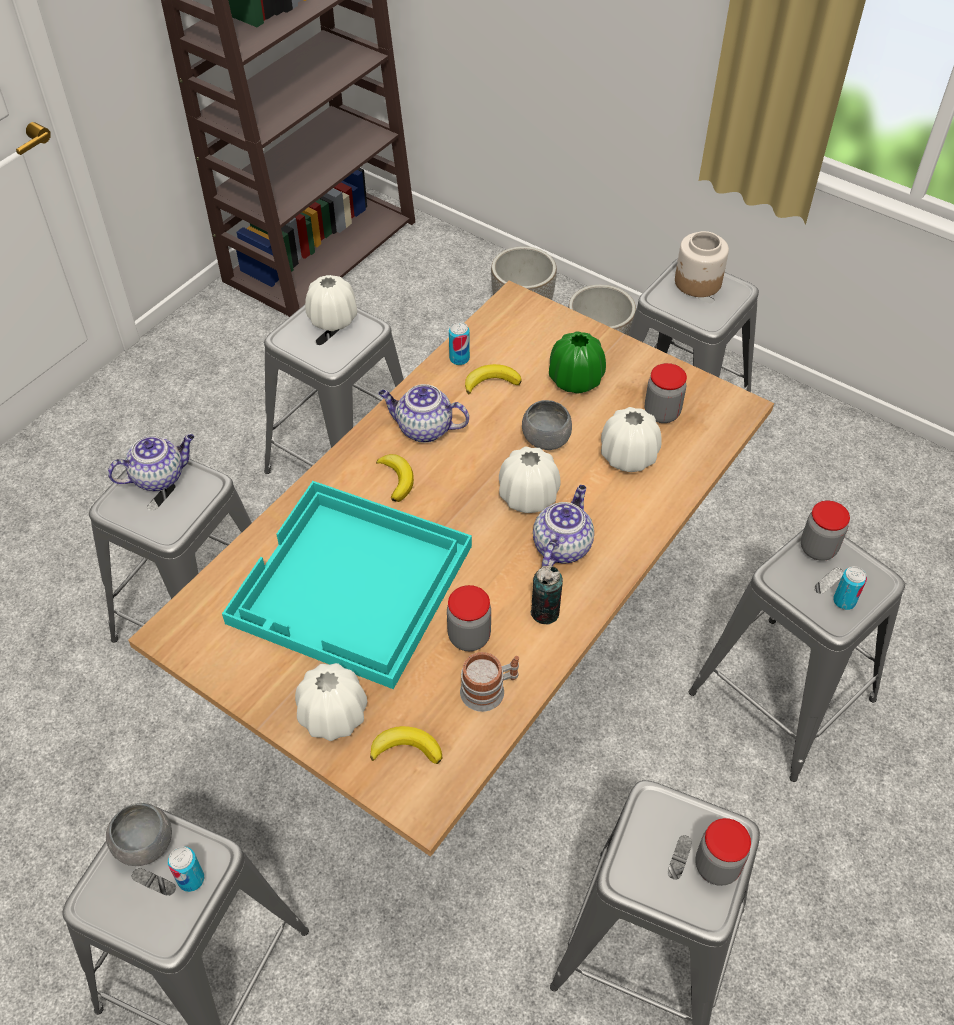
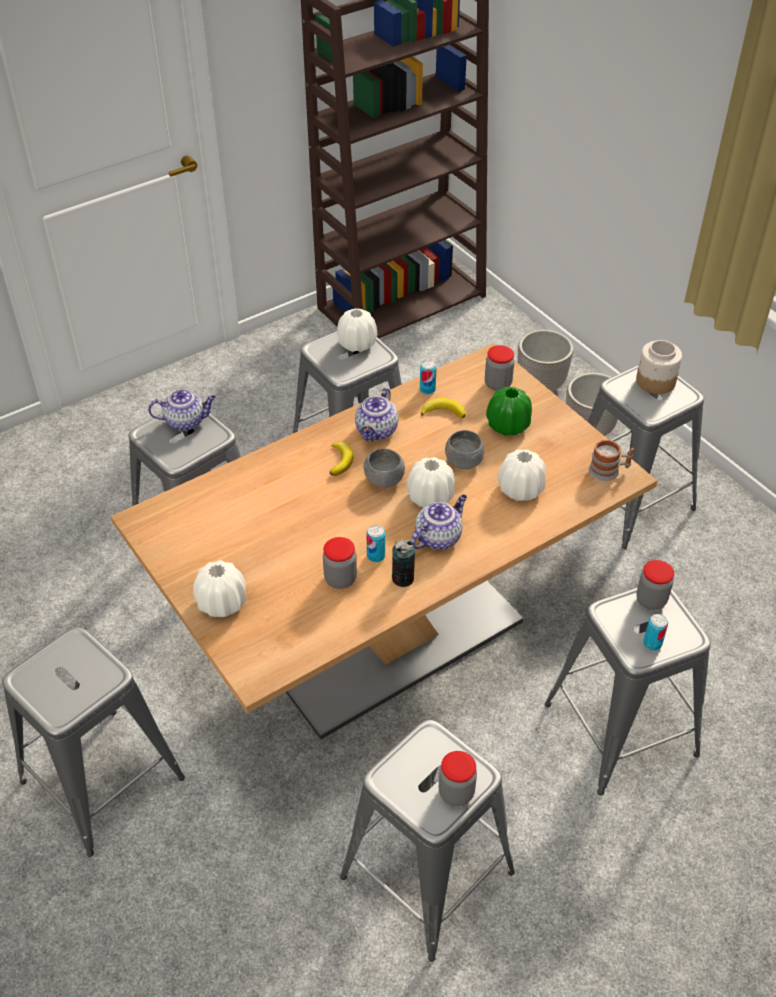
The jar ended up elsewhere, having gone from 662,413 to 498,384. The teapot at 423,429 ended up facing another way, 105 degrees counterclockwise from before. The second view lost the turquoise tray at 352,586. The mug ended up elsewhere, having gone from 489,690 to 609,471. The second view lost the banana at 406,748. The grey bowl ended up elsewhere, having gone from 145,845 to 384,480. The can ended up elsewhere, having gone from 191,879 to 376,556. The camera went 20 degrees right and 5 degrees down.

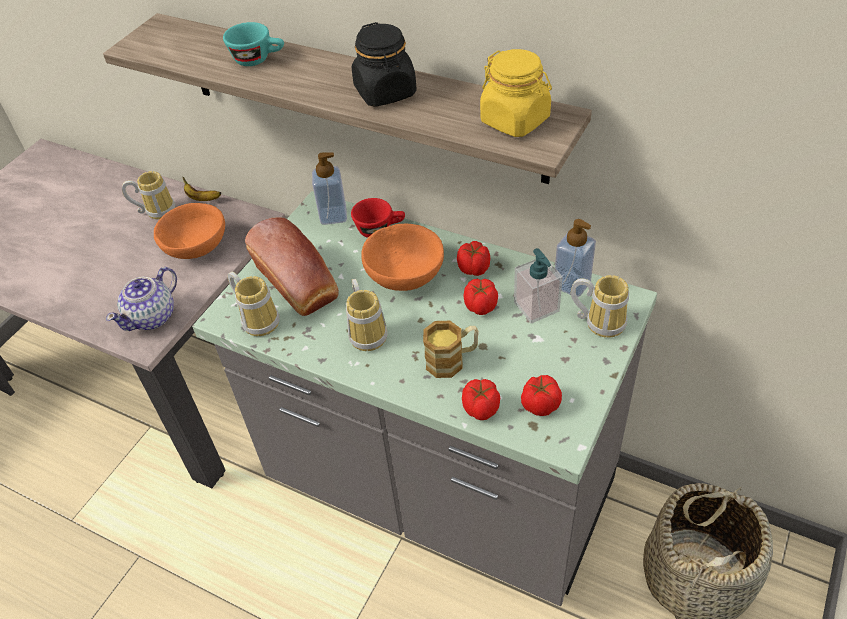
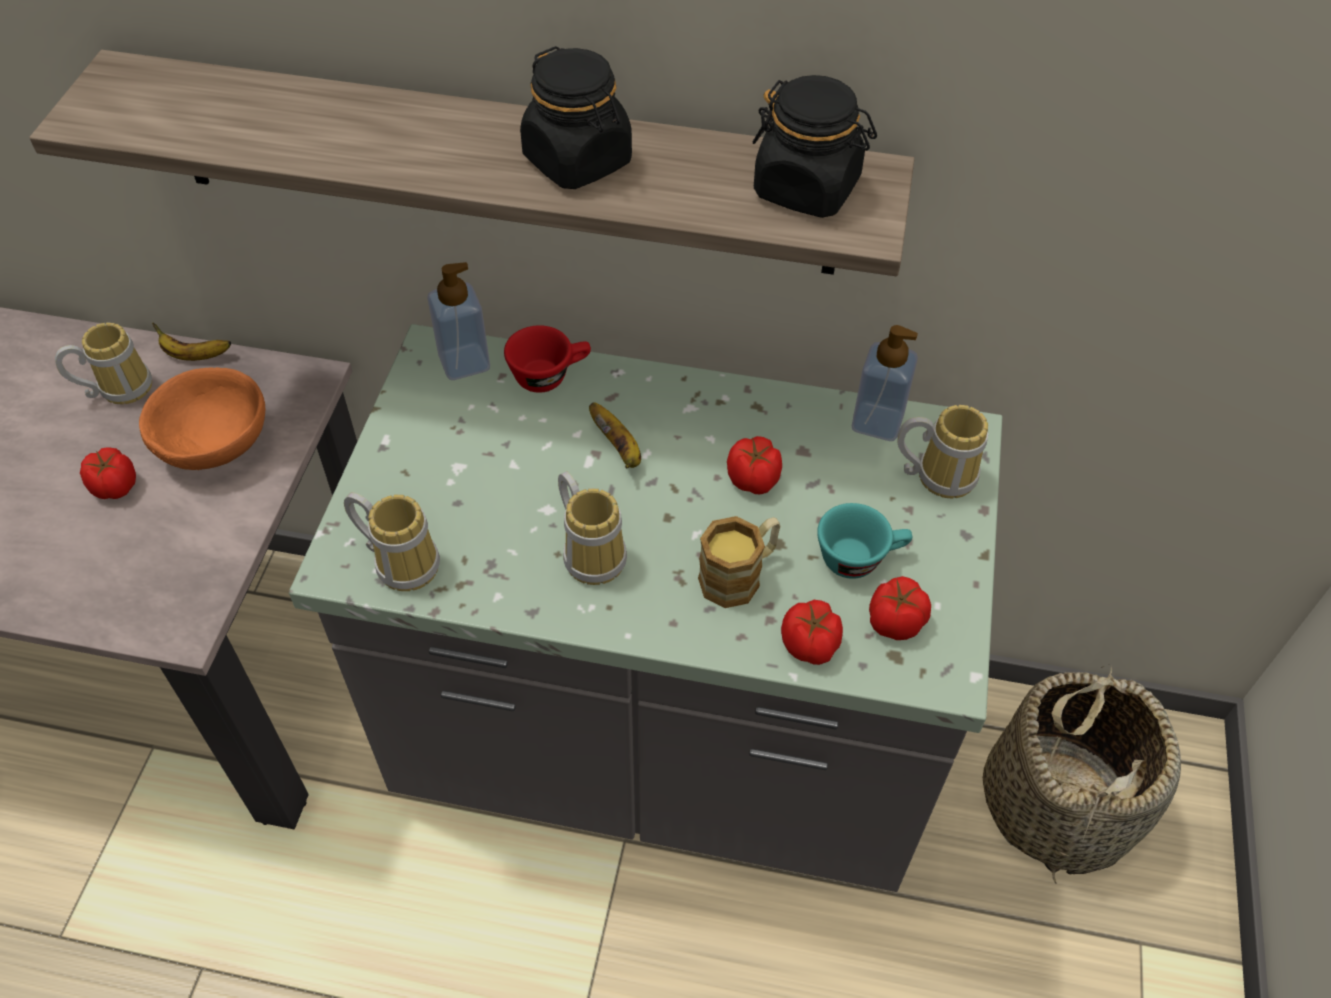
The turquoise cup ended up elsewhere, having gone from 258,59 to 860,557. What was the yellow jar at 515,120 turned into the black jar at 807,188. The second view lost the bread at 298,284. Where the orange bowl stood at 405,276, the banana came to stand at 618,448. The tomato ended up elsewhere, having gone from 474,269 to 115,487. The second view lost the soap dispenser at 536,307. The second view lost the teapot at 153,317. The camera went 20 degrees left and 5 degrees up.

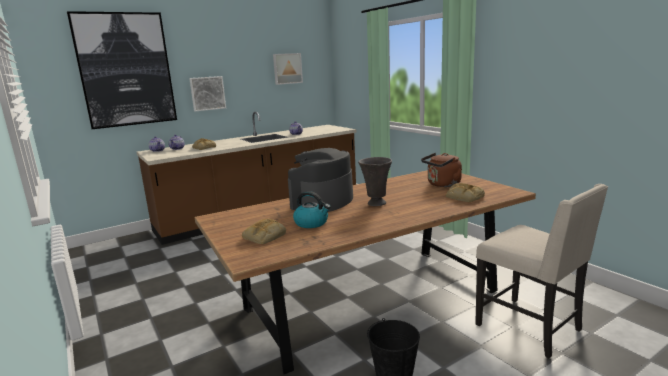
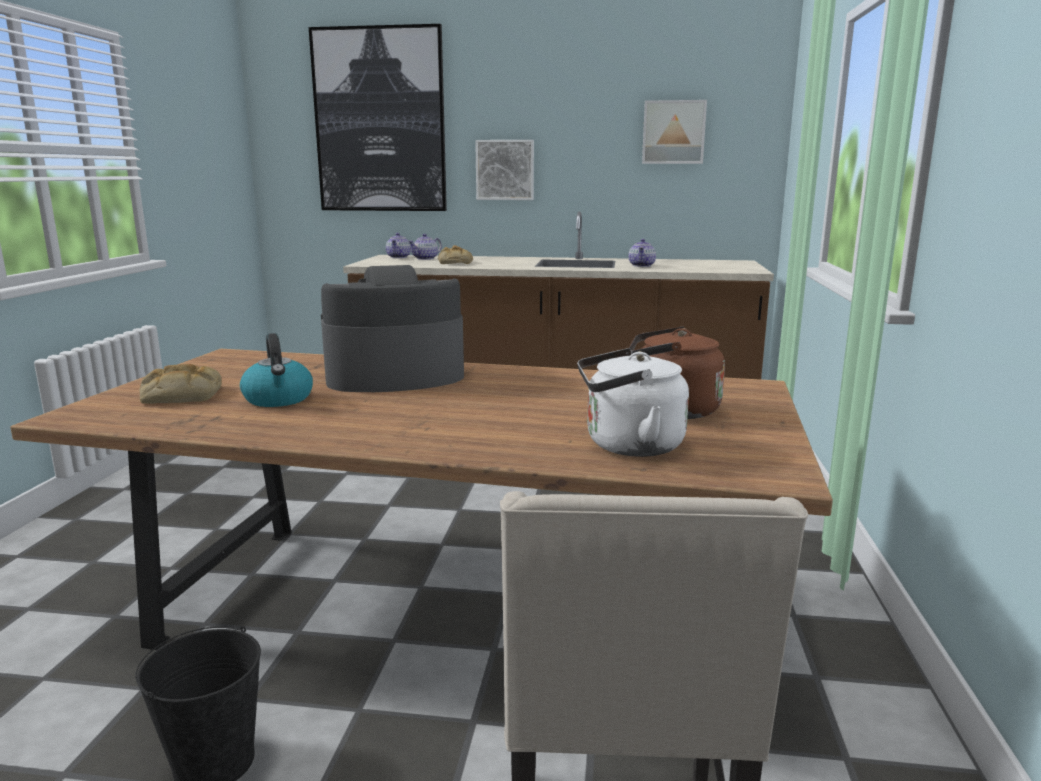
The second view lost the grey vase at 376,203. Where the bread stood at 464,197, the white kettle came to stand at 628,446. The camera went 40 degrees right and 0 degrees up.

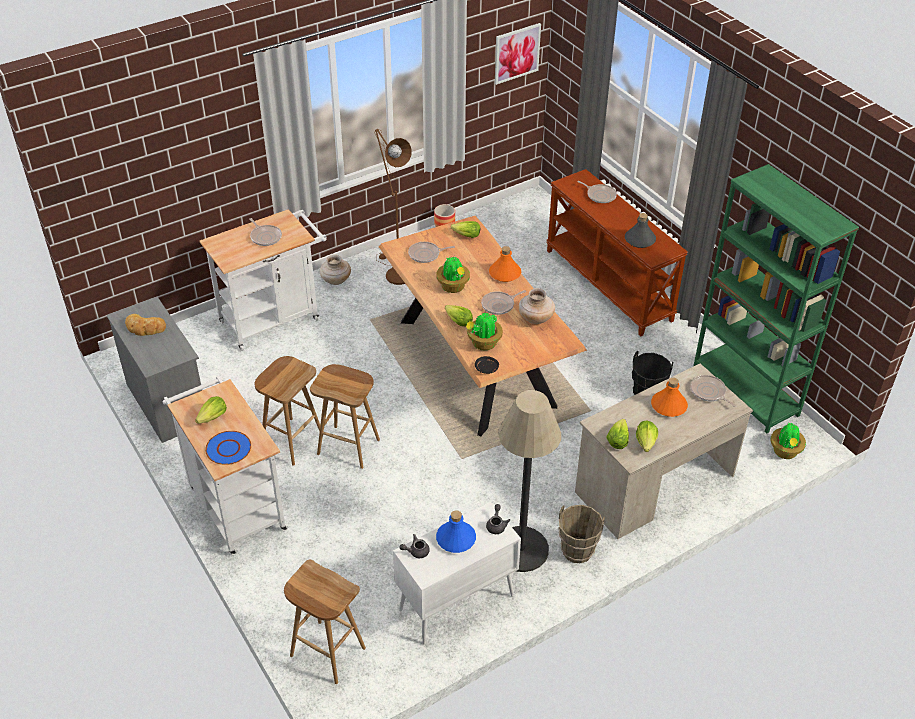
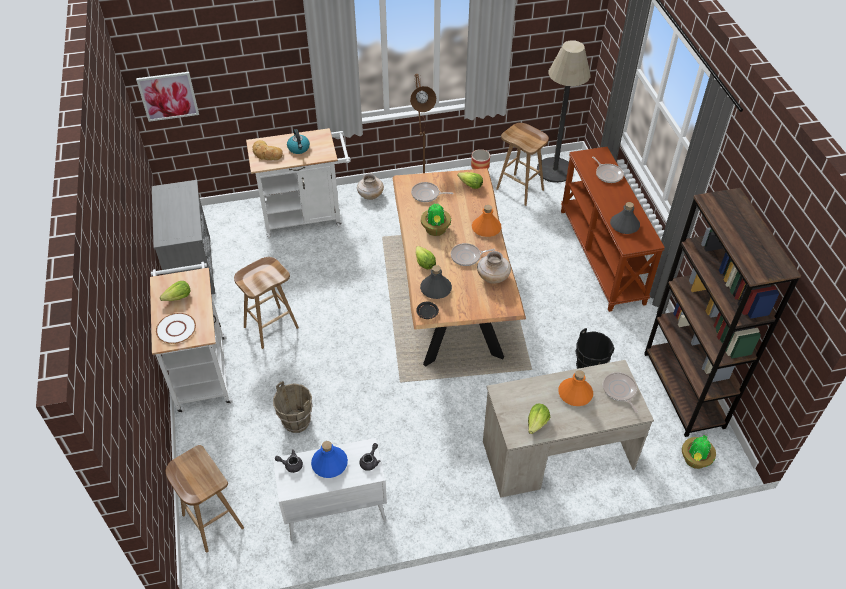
The picture ended up elsewhere, having gone from 517,53 to 168,96. What was the green bookcase at 745,391 turned into the brown bookcase at 683,390. Where the frying pan stood at 265,237, the kettle came to stand at 299,148. Where the potted plant stood at 483,343, the grey bottle came to stand at 435,289. The bread ended up elsewhere, having gone from 145,328 to 266,153. The brown stool ended up elsewhere, having gone from 349,446 to 520,189. The floor lamp ended up elsewhere, having gone from 521,549 to 555,170. The second view lost the lettuce at 617,440. What was the blue plate at 229,449 turned into the white plate at 176,329. The brown bucket ended up elsewhere, having gone from 577,551 to 296,422. The camera went 20 degrees right and 5 degrees up.

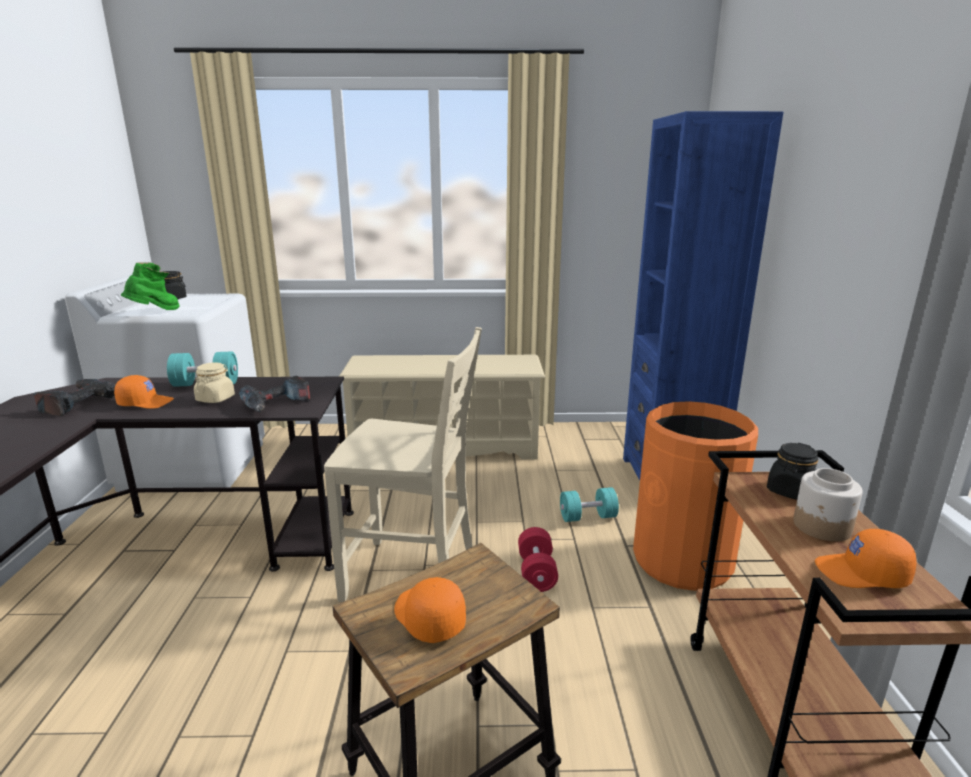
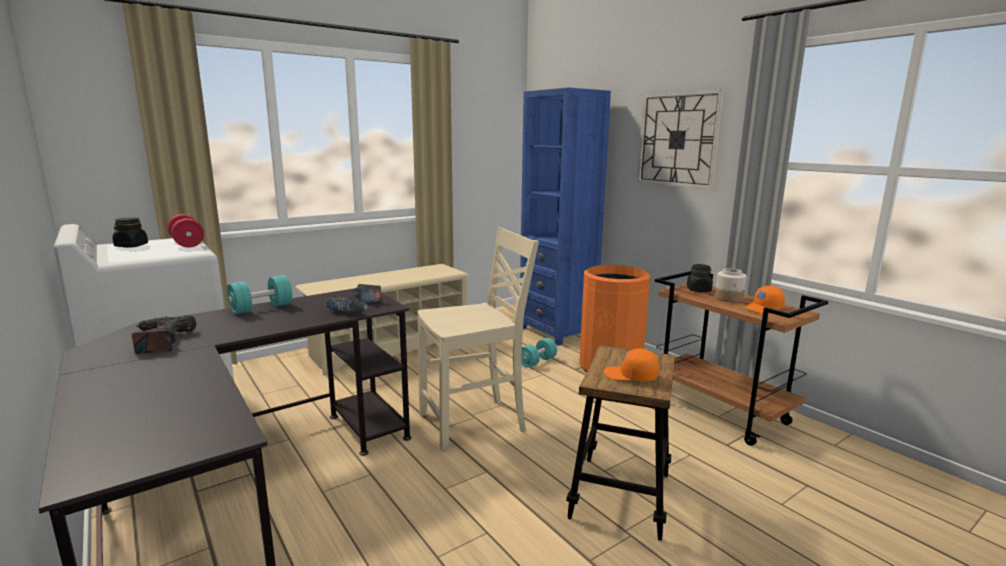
The second view lost the green boot at 156,313. The second view lost the beige jar at 215,399. The second view lost the orange cap at 146,402. The red dumbbell ended up elsewhere, having gone from 536,572 to 187,243. The second view gained the wall clock at 678,139. The camera went 35 degrees left and 5 degrees down.

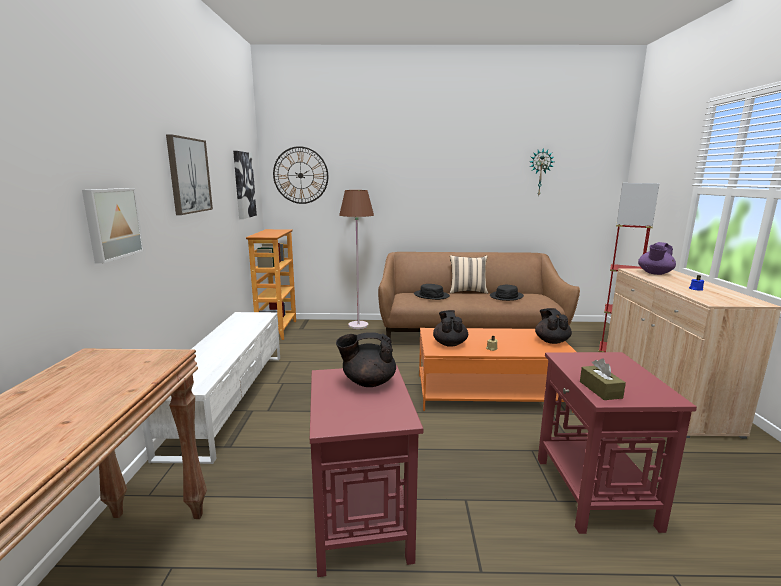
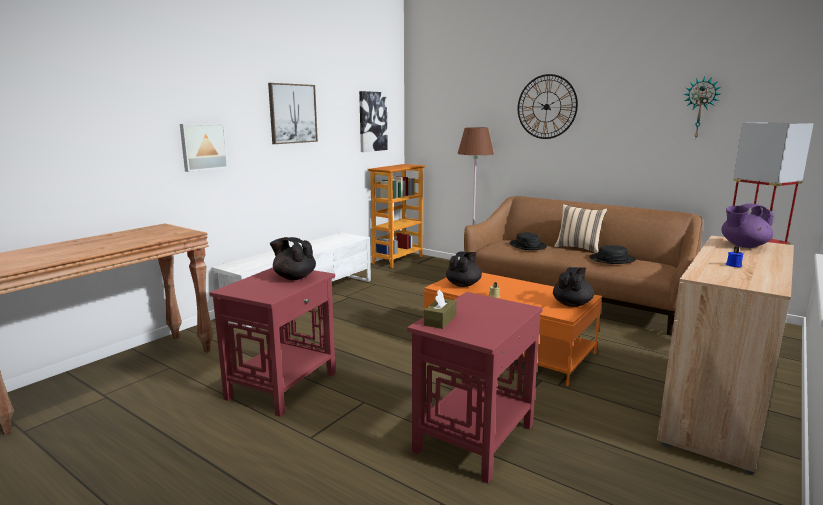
The wall clock ended up elsewhere, having gone from 300,175 to 546,107. The camera went 35 degrees right and 0 degrees up.

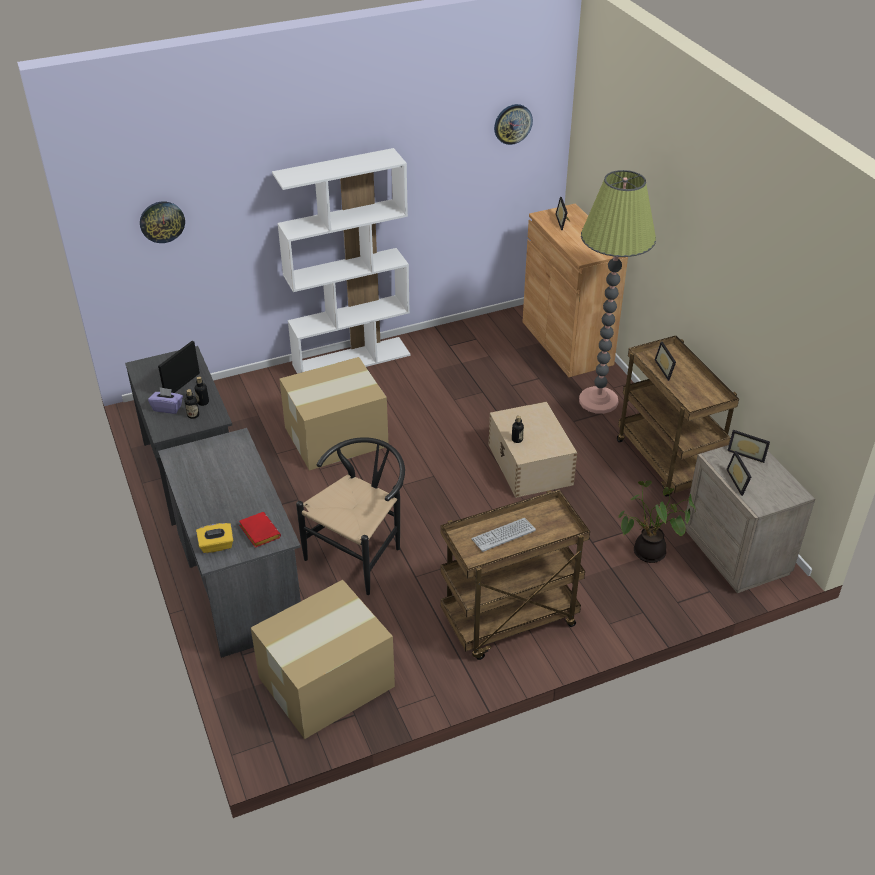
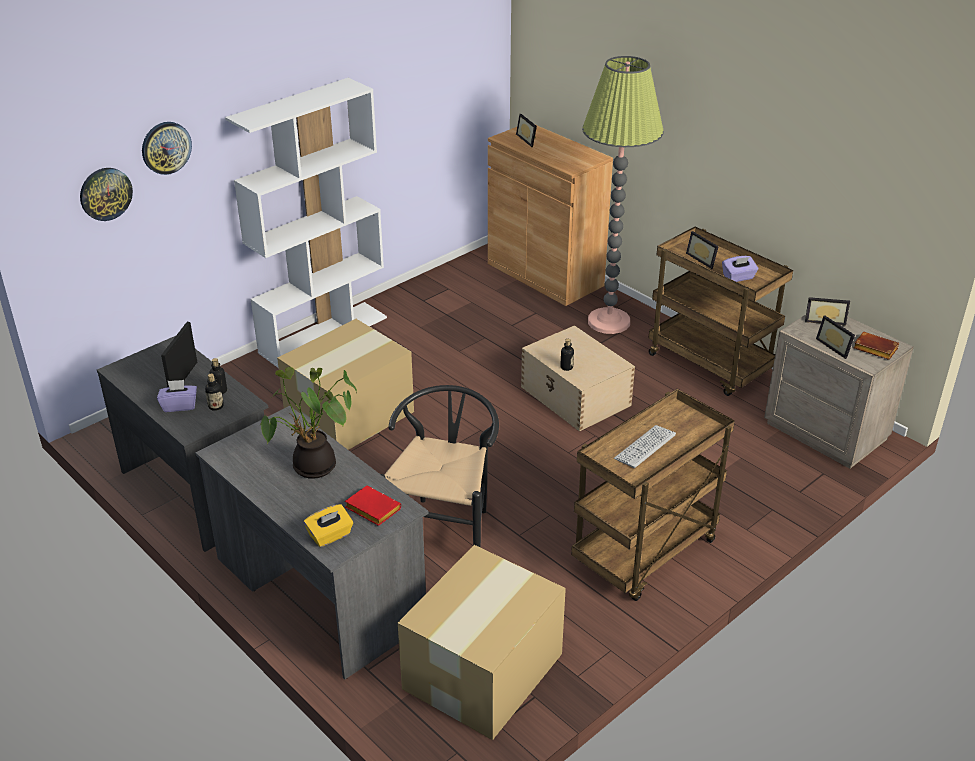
The wall clock ended up elsewhere, having gone from 512,124 to 166,147. The potted plant ended up elsewhere, having gone from 648,554 to 313,469. The second view gained the purple tissue box at 738,277. The second view gained the brown book at 873,349. The camera went 20 degrees left and 5 degrees down.

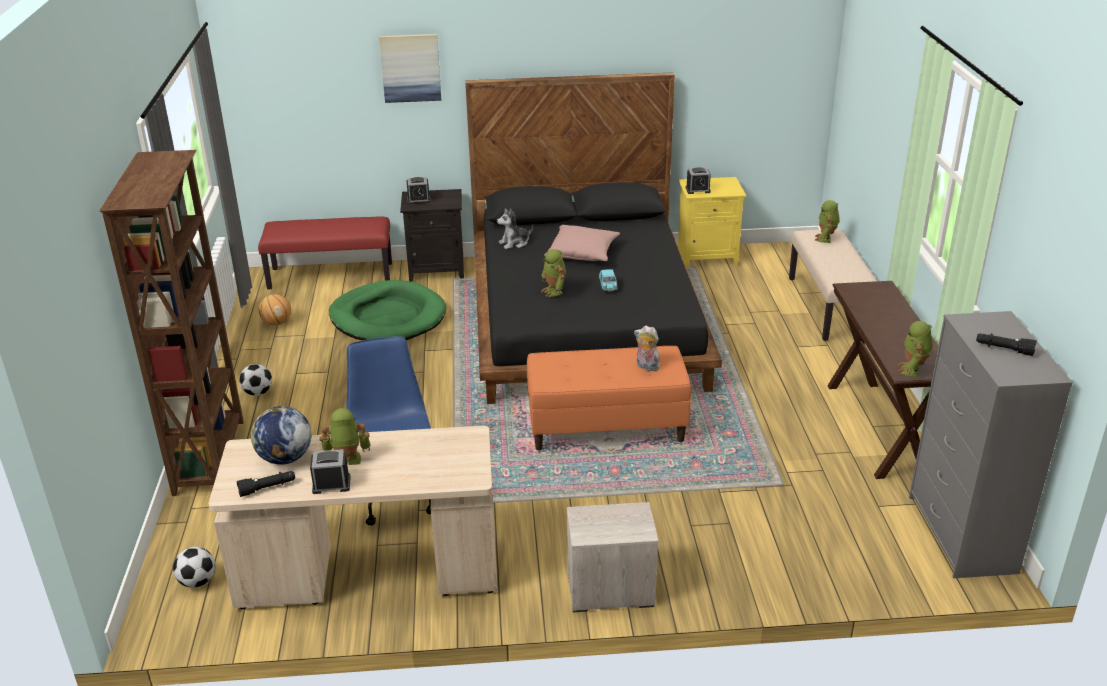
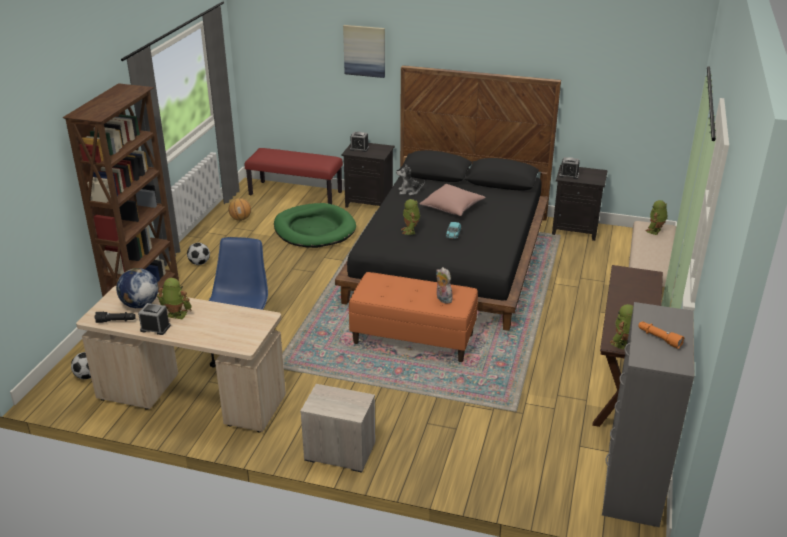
What was the yellow nightstand at 708,256 turned into the black nightstand at 576,229. What was the black flashlight at 1004,349 turned into the orange flashlight at 659,338. The camera went 20 degrees right and 0 degrees up.

